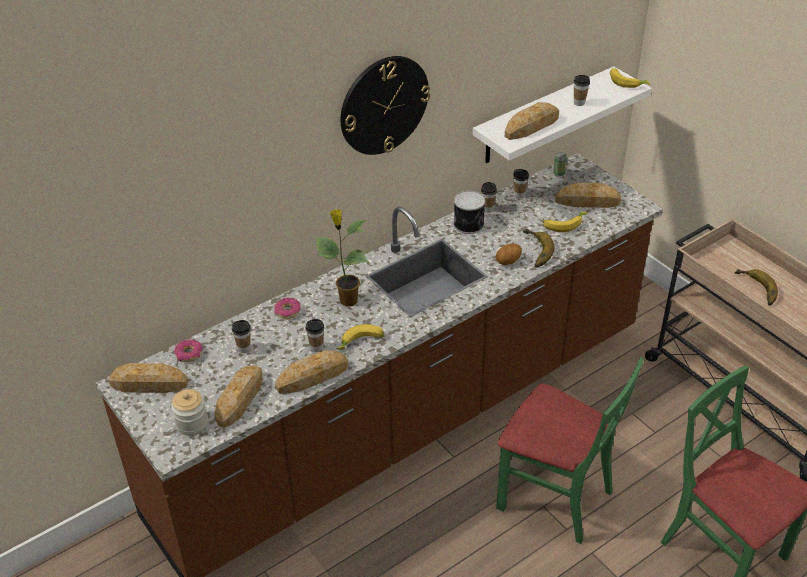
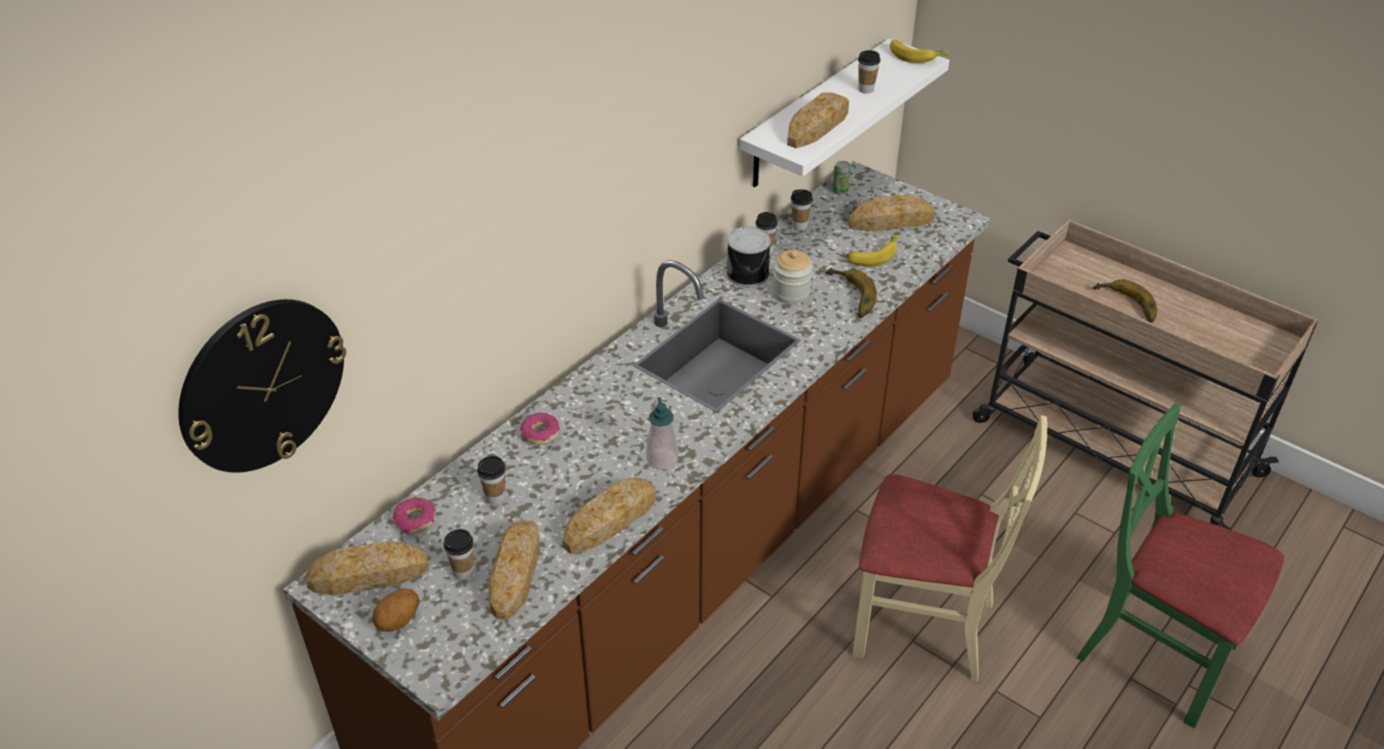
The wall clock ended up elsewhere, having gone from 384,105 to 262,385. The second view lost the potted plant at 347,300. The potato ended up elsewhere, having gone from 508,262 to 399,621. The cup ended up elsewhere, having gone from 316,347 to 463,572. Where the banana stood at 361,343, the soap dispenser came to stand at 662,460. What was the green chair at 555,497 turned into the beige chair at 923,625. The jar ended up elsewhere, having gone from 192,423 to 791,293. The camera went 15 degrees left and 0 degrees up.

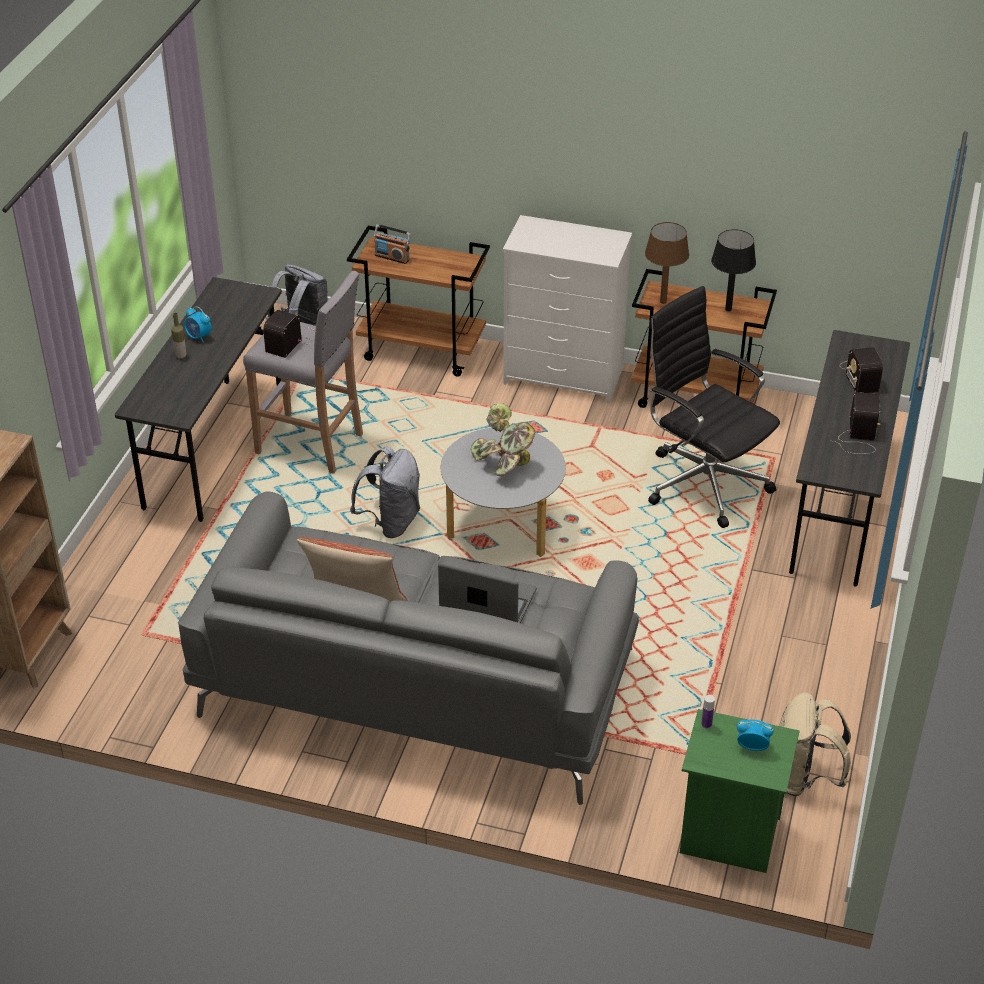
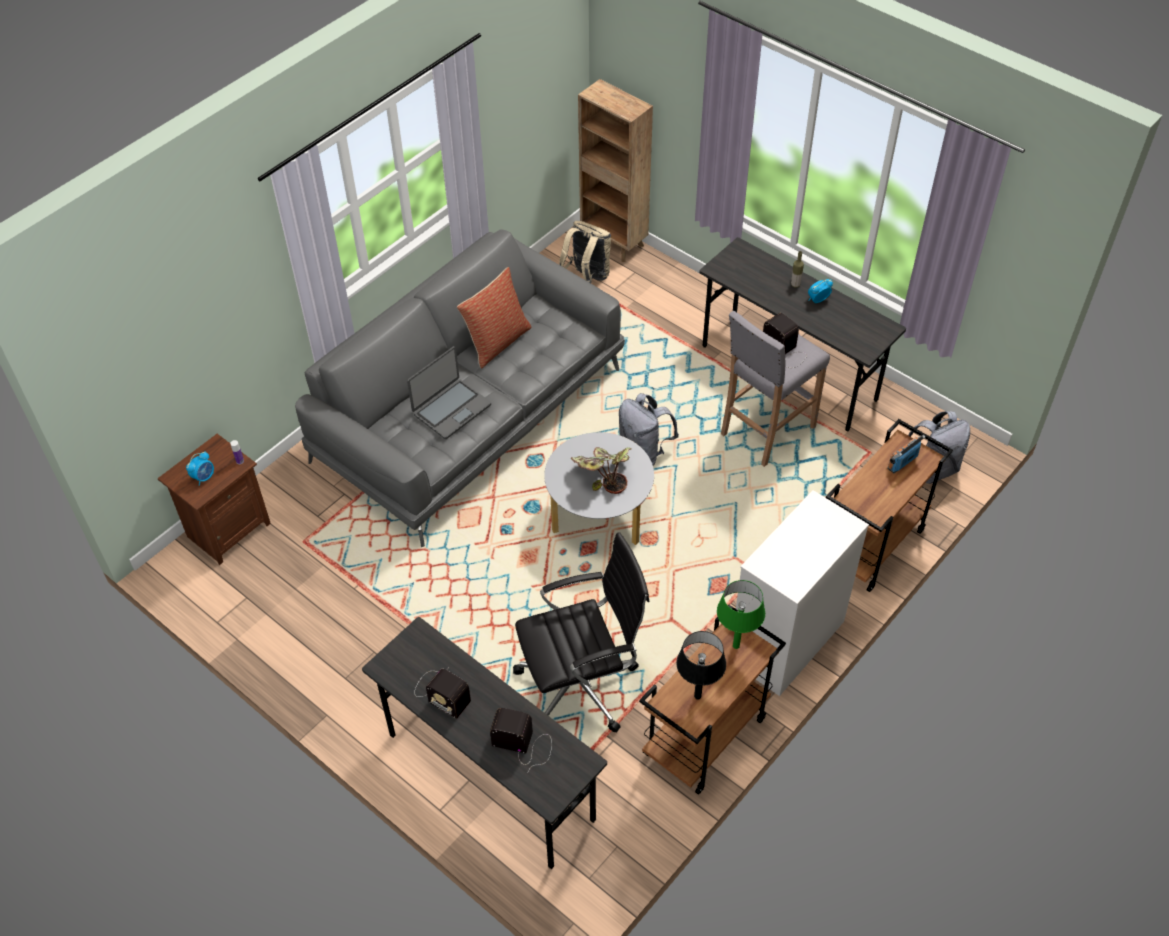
What was the brown table lamp at 663,301 turned into the green table lamp at 736,646. The beige backpack ended up elsewhere, having gone from 804,778 to 587,276. What was the green nightstand at 728,837 turned into the brown nightstand at 227,530. The camera went 115 degrees right and 10 degrees up.

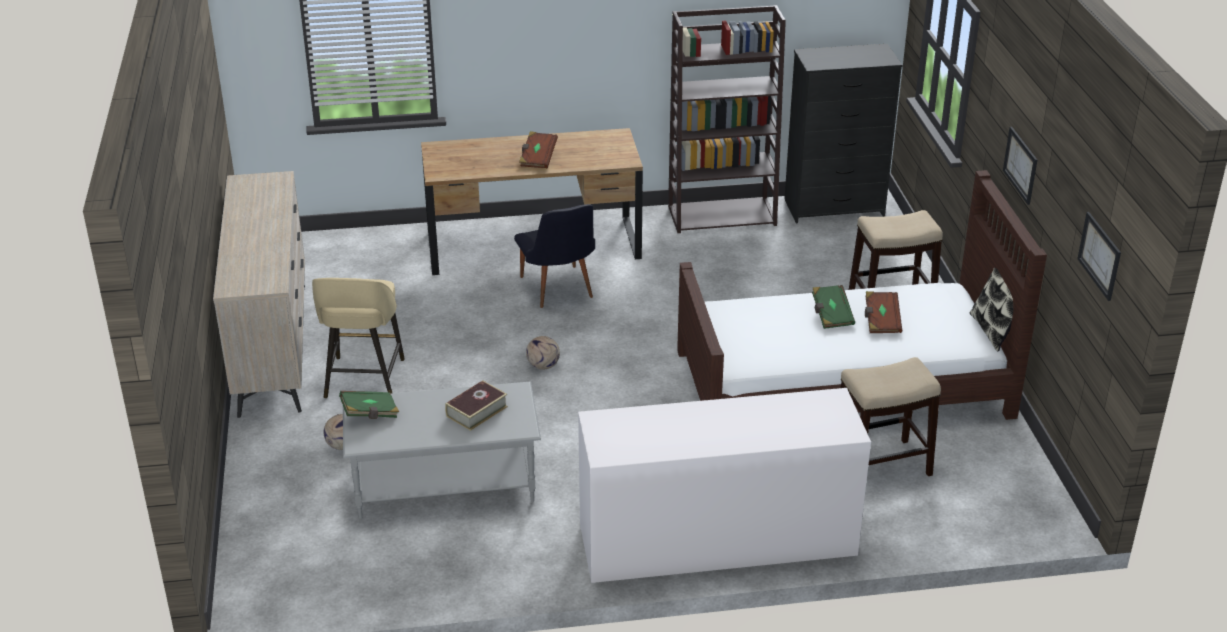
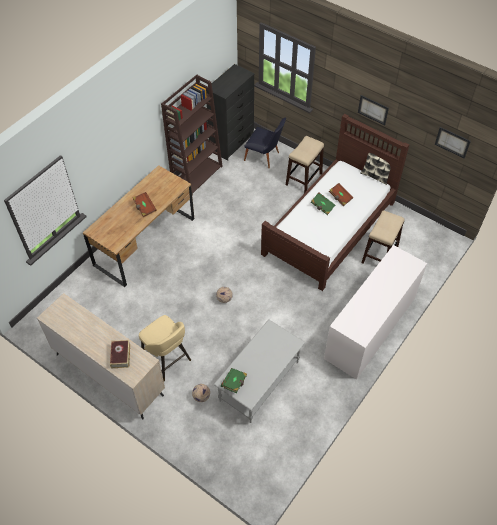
The black chair ended up elsewhere, having gone from 558,291 to 265,157. The book ended up elsewhere, having gone from 476,411 to 120,356. The camera went 45 degrees left and 20 degrees up.

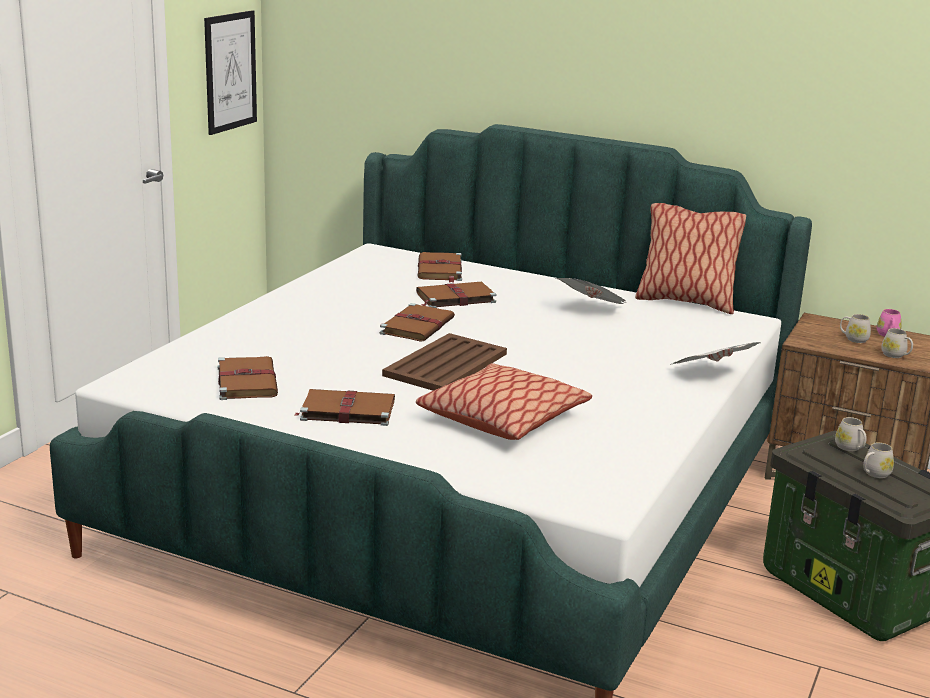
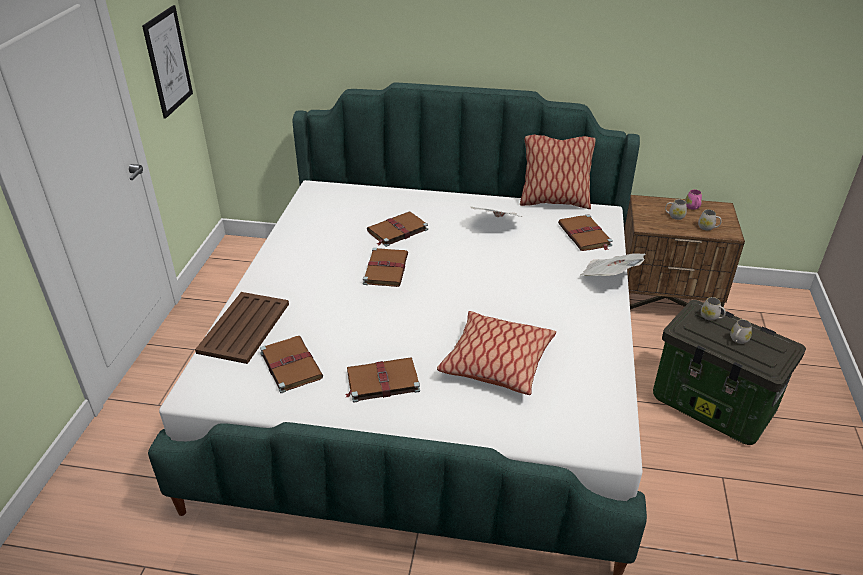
The brown book ended up elsewhere, having gone from 440,270 to 585,235. The brown tray ended up elsewhere, having gone from 444,365 to 243,328. The camera went 15 degrees left and 15 degrees up.

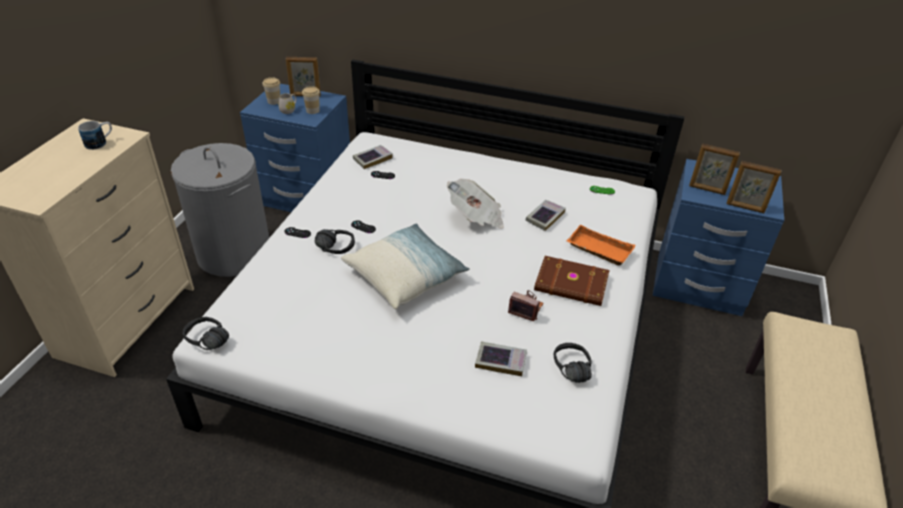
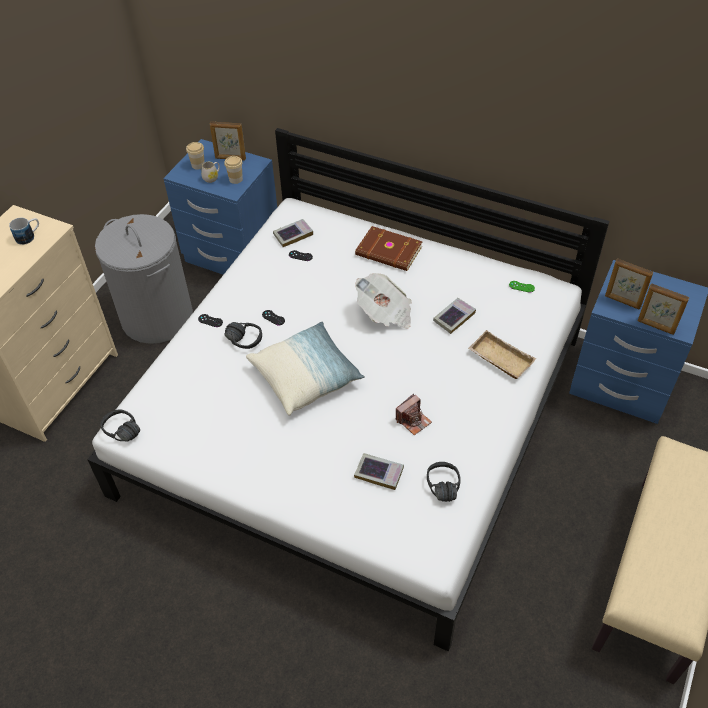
What was the orange tray at 597,250 turned into the beige tray at 499,359. The brown book ended up elsewhere, having gone from 571,285 to 388,252. The photo camera at 525,309 ended up facing another way, 105 degrees clockwise from before. The camera went 10 degrees right and 10 degrees up.

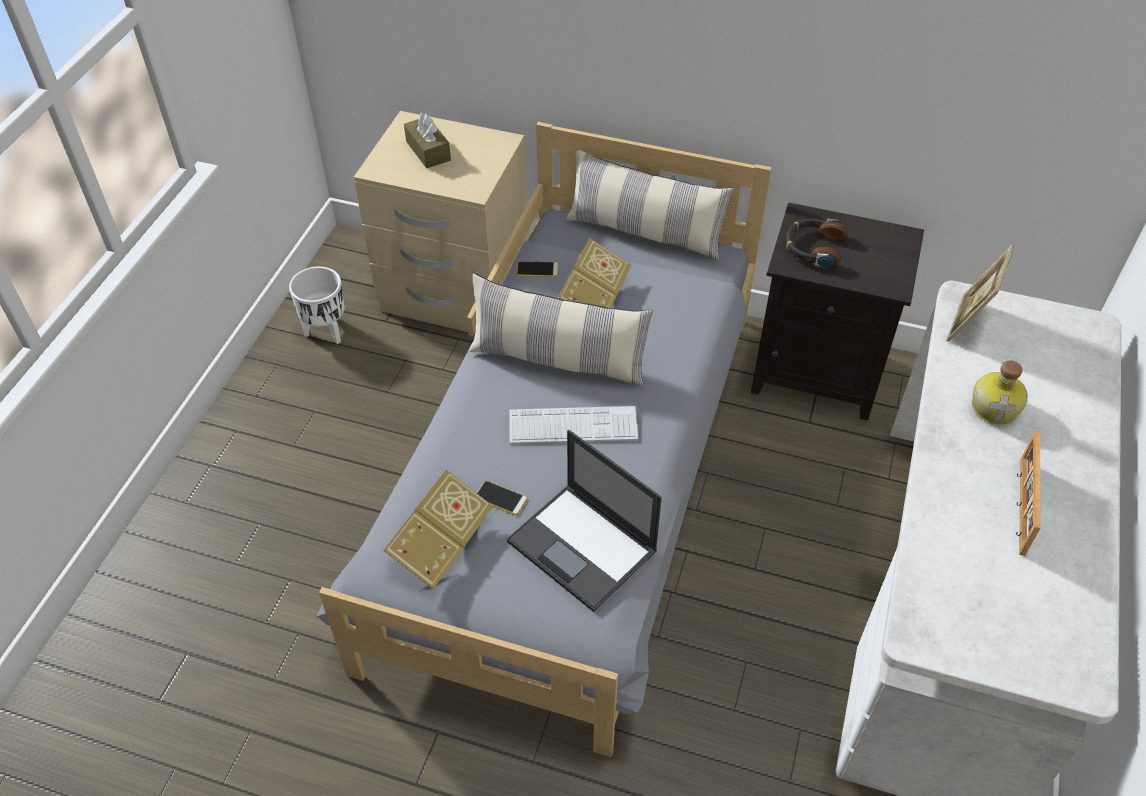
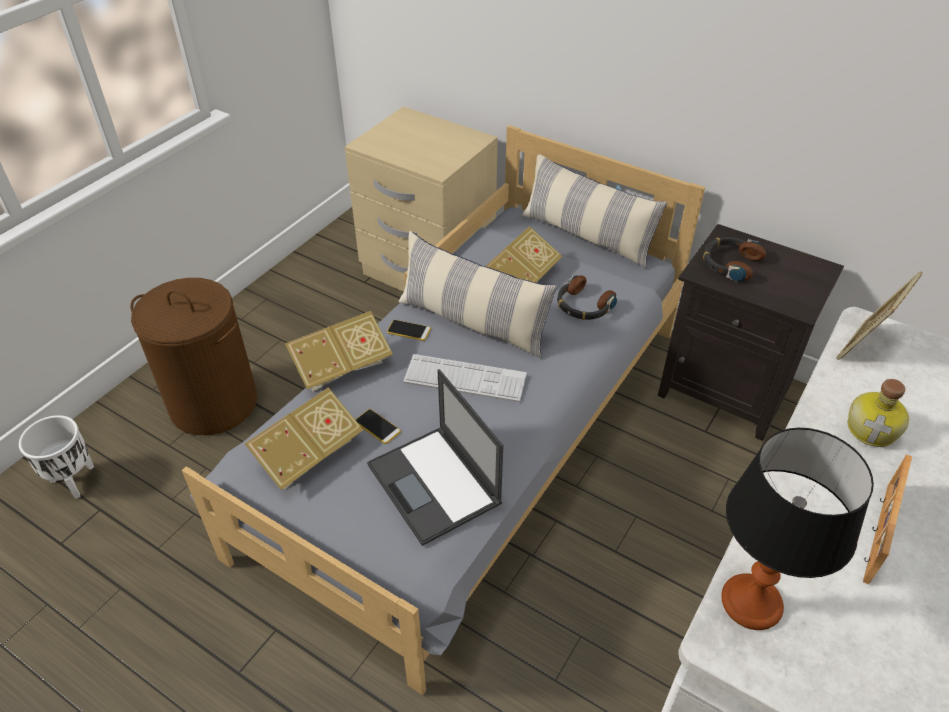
The second view lost the brown tissue box at 428,151. The phone ended up elsewhere, having gone from 537,270 to 409,330. The white planter ended up elsewhere, having gone from 327,331 to 74,480. The second view gained the headphones at 583,306. The second view gained the brown laundry basket at 213,403. The second view gained the book at 341,367. The second view gained the table lamp at 751,602. The camera went 15 degrees right and 5 degrees down.

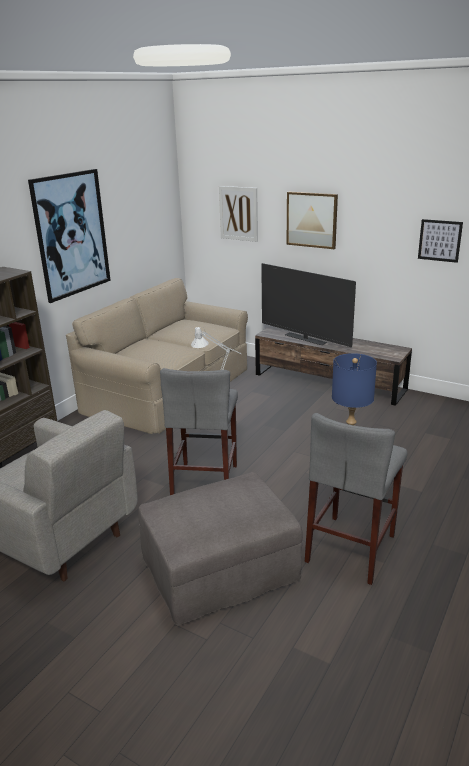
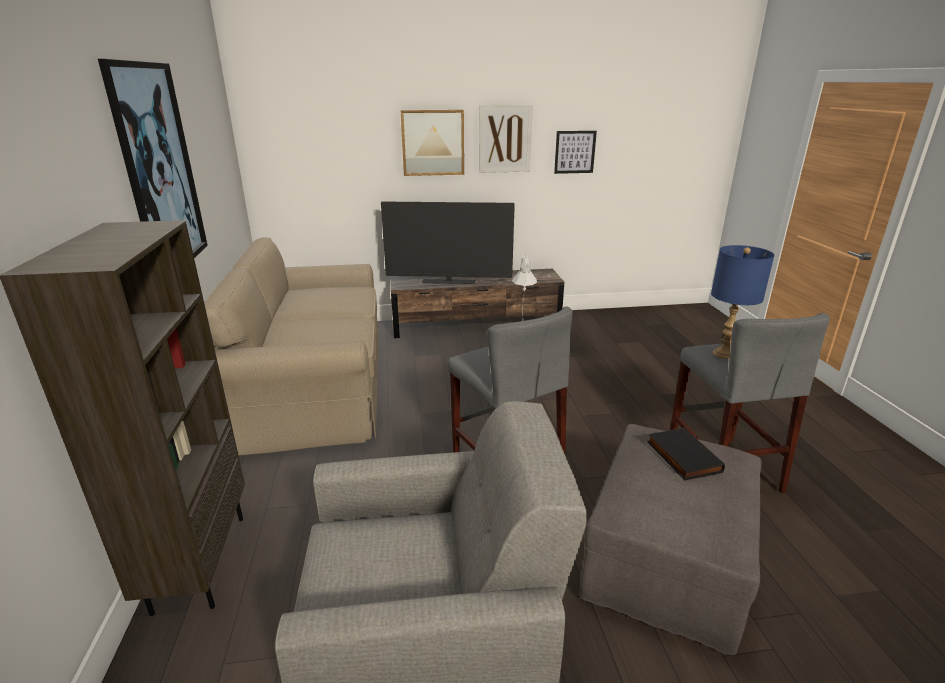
The picture ended up elsewhere, having gone from 238,213 to 505,139. The second view gained the black book at 681,456. The camera went 40 degrees left and 0 degrees up.

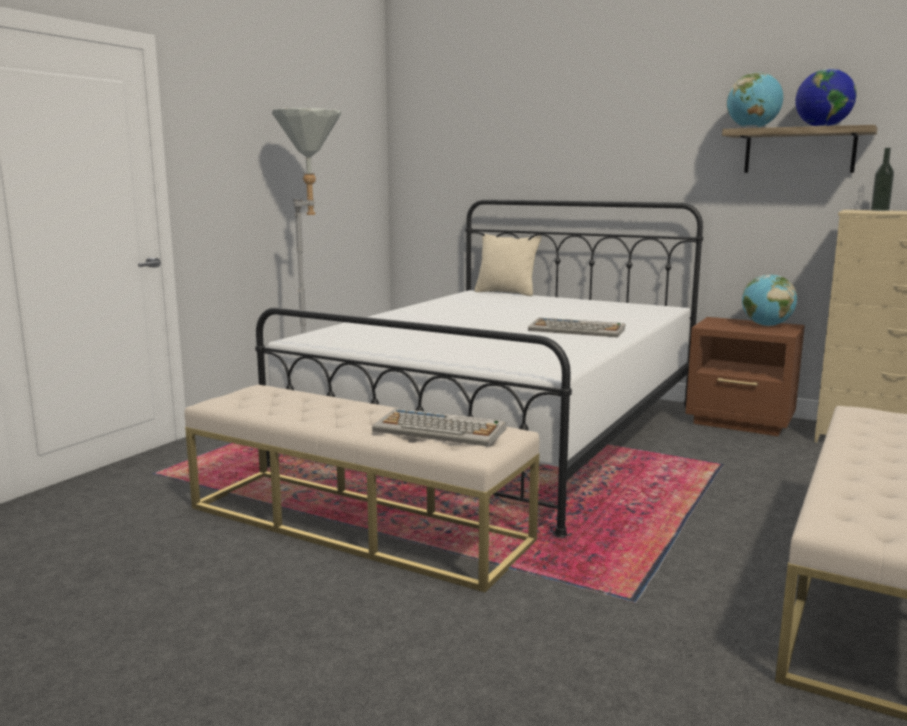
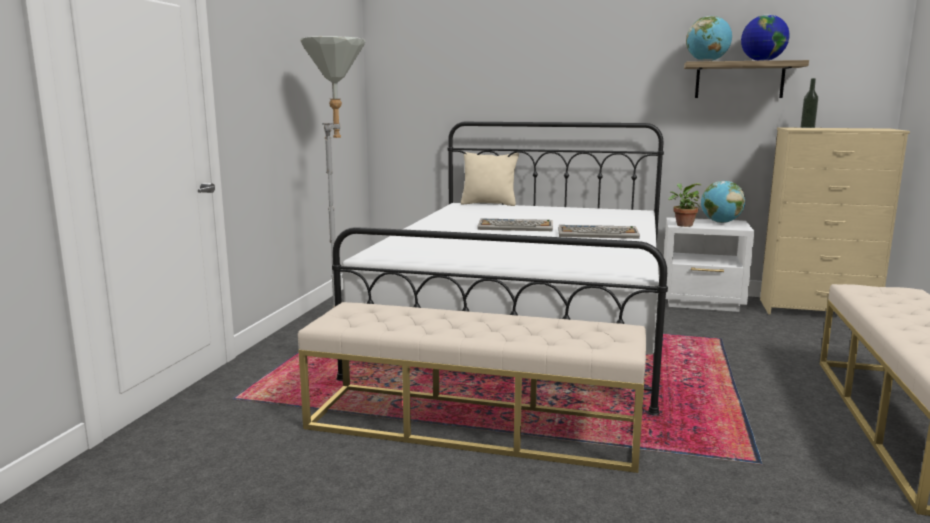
What was the brown nightstand at 741,422 turned into the white nightstand at 702,302. The keyboard ended up elsewhere, having gone from 441,430 to 516,227. The second view gained the potted plant at 682,225. The camera went 15 degrees left and 0 degrees up.

